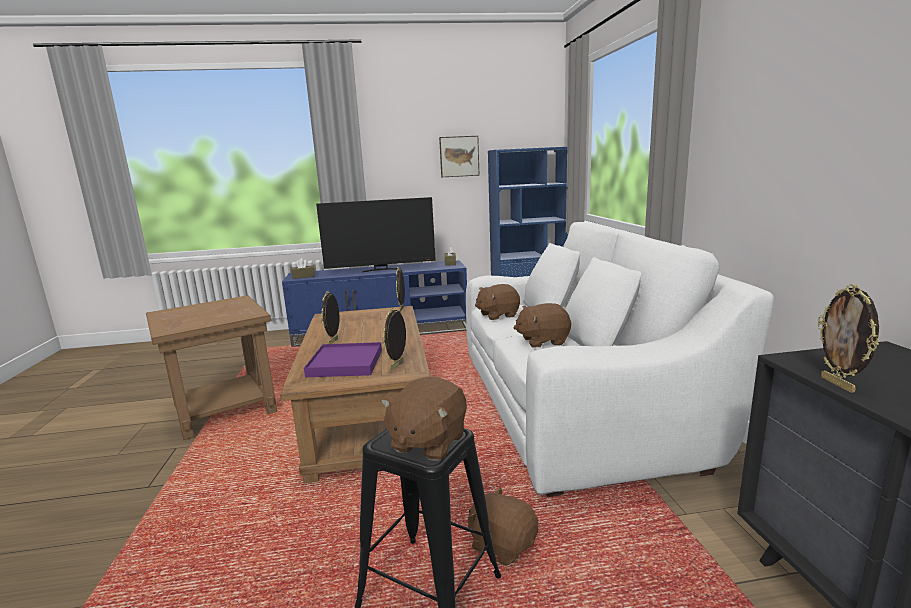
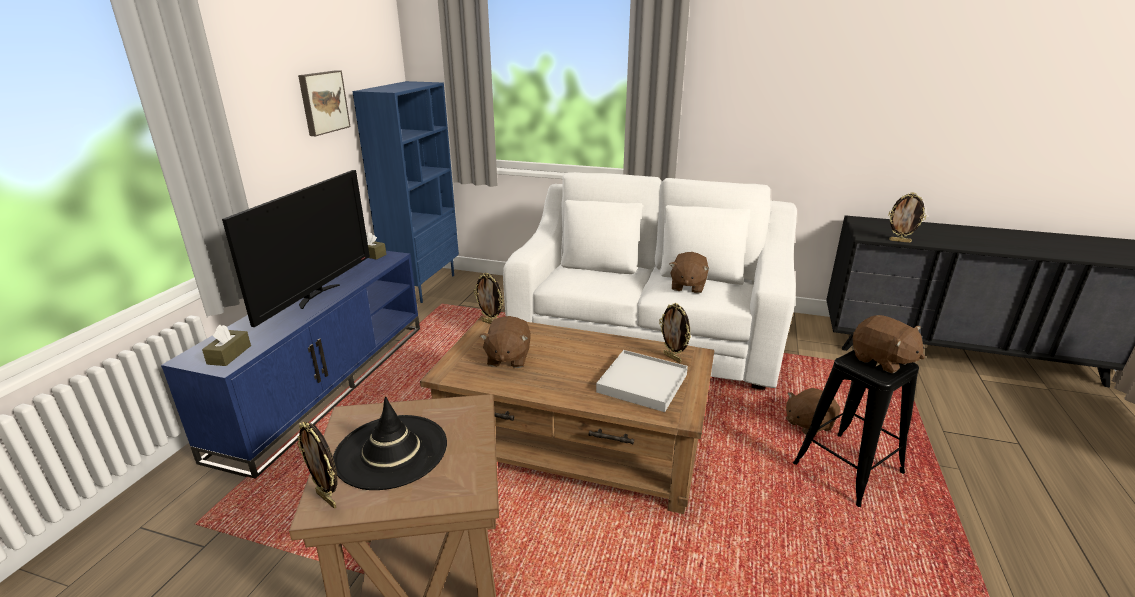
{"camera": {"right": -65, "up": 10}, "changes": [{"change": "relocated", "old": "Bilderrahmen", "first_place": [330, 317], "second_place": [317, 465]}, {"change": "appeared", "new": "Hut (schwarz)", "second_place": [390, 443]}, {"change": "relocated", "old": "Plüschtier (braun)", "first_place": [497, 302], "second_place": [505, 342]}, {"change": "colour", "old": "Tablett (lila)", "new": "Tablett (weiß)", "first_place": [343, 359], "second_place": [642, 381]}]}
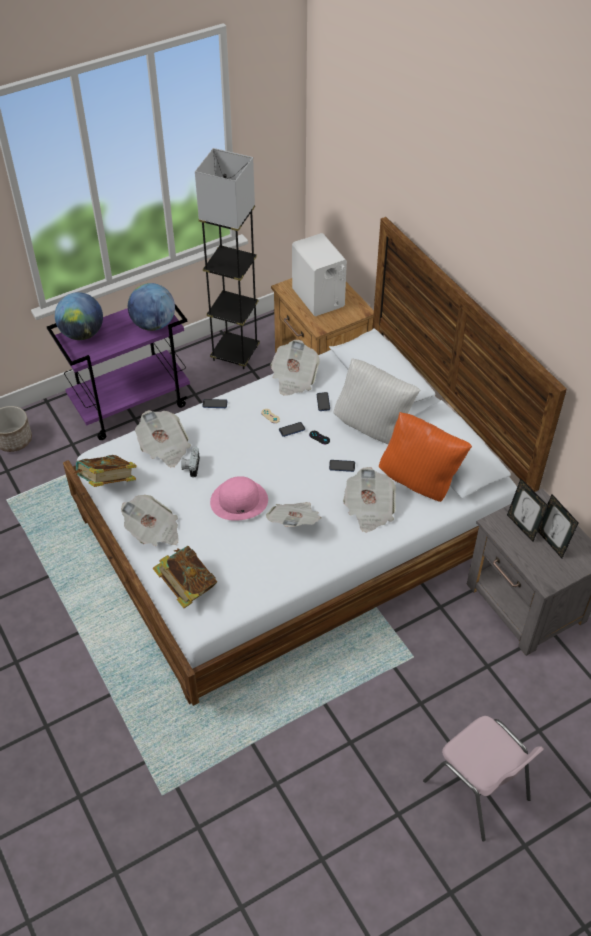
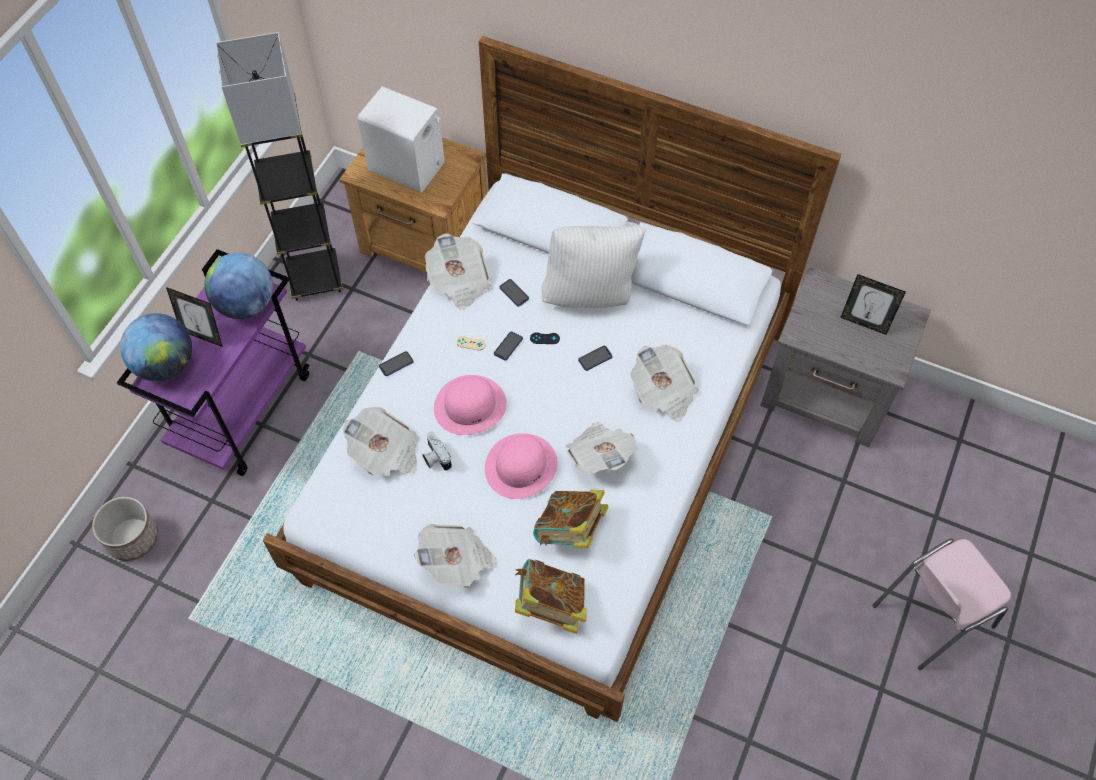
{"camera": {"right": -35, "up": 10}, "changes": [{"change": "relocated", "old": "Bilderrahmen", "first_place": [527, 510], "second_place": [194, 317]}, {"change": "appeared", "new": "Hut (rosa)", "second_place": [470, 405]}, {"change": "relocated", "old": "Buch", "first_place": [105, 471], "second_place": [570, 519]}, {"change": "spun", "old": "Stuhl (rosa)", "first_place": [483, 779], "second_place": [941, 604], "degrees": 135}, {"change": "missing", "old": "Kissen (orange)", "first_place": [425, 457]}]}
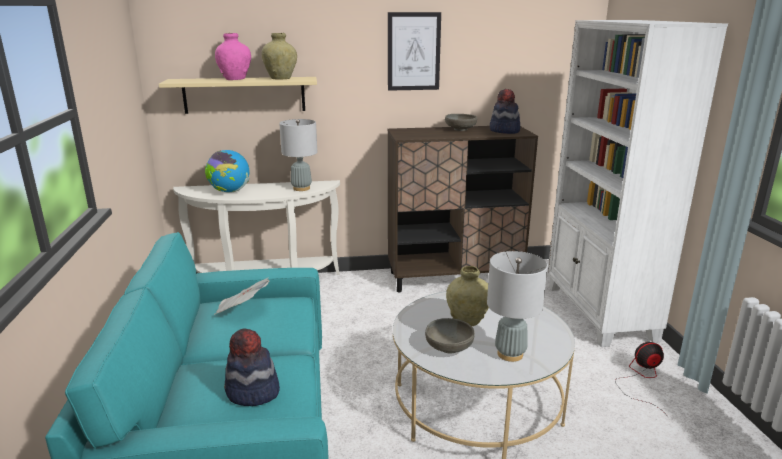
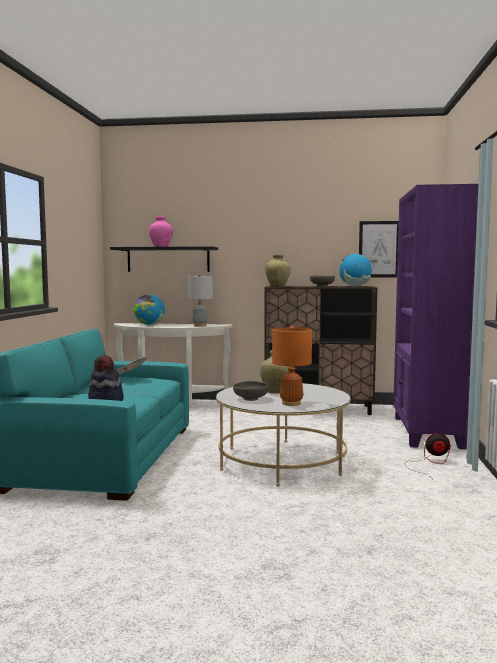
{"camera": {"right": 15, "up": -15}, "changes": [{"change": "colour", "old": "Wandregal (beige)", "new": "Wandregal (schwarz)", "first_place": [238, 95], "second_place": [164, 259]}, {"change": "relocated", "old": "Vase (beige)", "first_place": [279, 56], "second_place": [278, 270]}, {"change": "colour", "old": "Tischlampe (grau)", "new": "Tischlampe (orange)", "first_place": [517, 306], "second_place": [292, 366]}, {"change": "exchanged", "old": "Hut", "new": "Globus", "first_place": [505, 111], "second_place": [355, 270]}, {"change": "relocated", "old": "Bild", "first_place": [414, 51], "second_place": [379, 249]}, {"change": "colour", "old": "Bücherregal (weiß)", "new": "Bücherregal (lila)", "first_place": [637, 183], "second_place": [435, 316]}]}
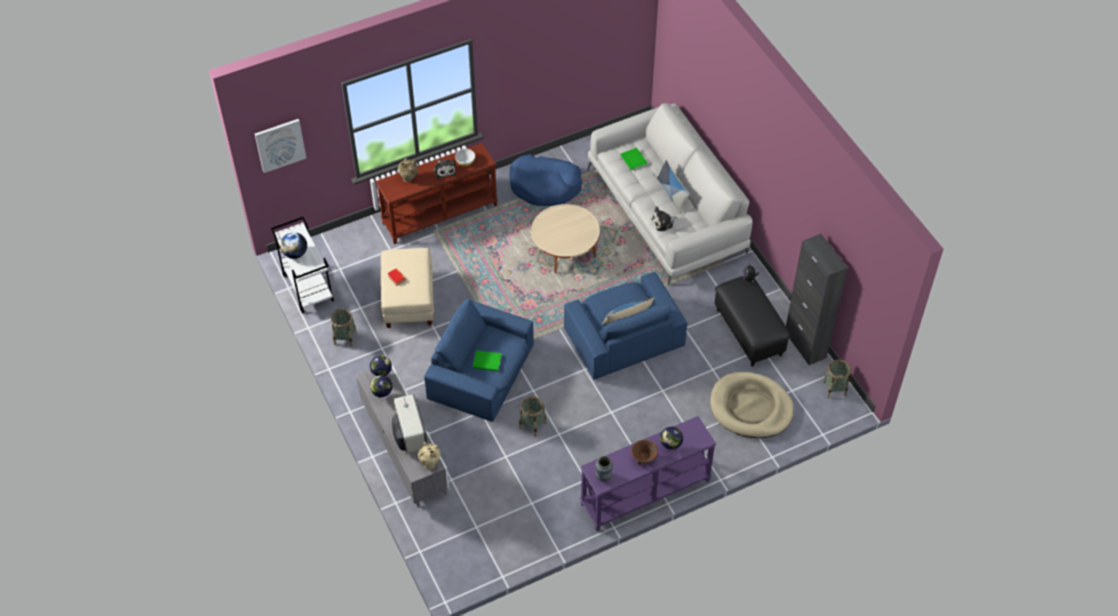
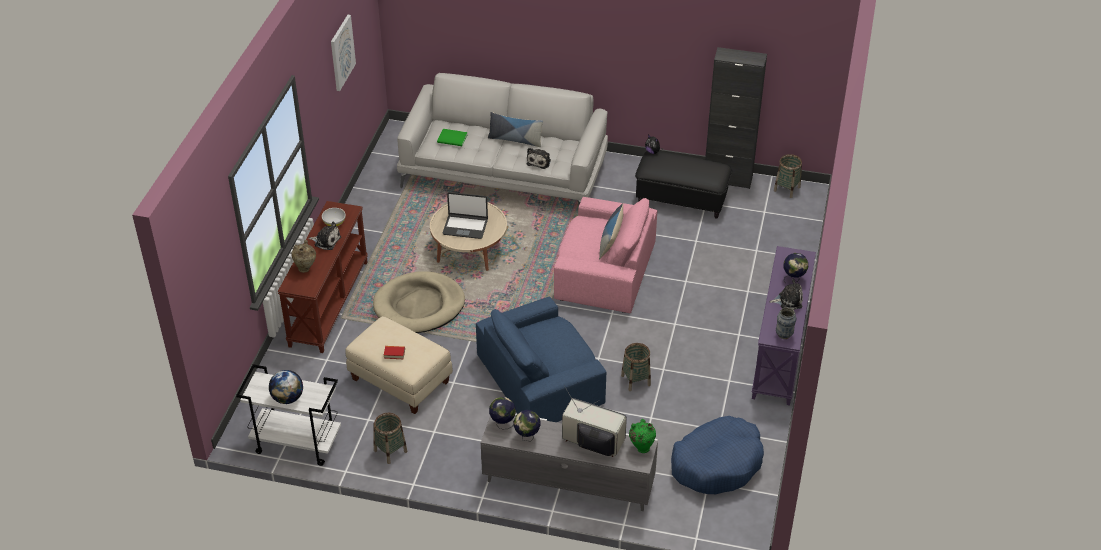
{"camera": {"right": -50, "up": -10}, "changes": [{"change": "relocated", "old": "Bild", "first_place": [280, 146], "second_place": [343, 53]}, {"change": "relocated", "old": "Hundebett (beige)", "first_place": [752, 405], "second_place": [419, 302]}, {"change": "appeared", "new": "Laptop", "second_place": [465, 215]}, {"change": "colour", "old": "Sessel (blau)", "new": "Sessel (rosa)", "first_place": [625, 326], "second_place": [605, 255]}, {"change": "colour", "old": "Vase (beige)", "new": "Vase (grün)", "first_place": [429, 455], "second_place": [642, 436]}, {"change": "relocated", "old": "Hundebett (blau)", "first_place": [545, 180], "second_place": [717, 455]}, {"change": "exchanged", "old": "Schüssel (braun)", "new": "Plüschtier", "first_place": [644, 452], "second_place": [786, 294]}, {"change": "missing", "old": "Buch (grün)", "first_place": [487, 360]}]}
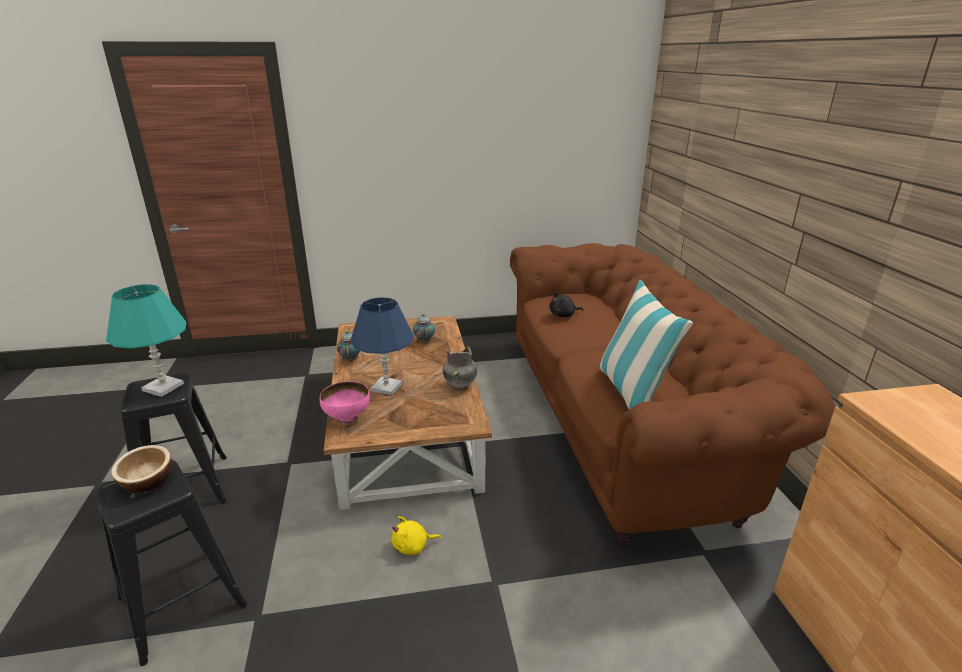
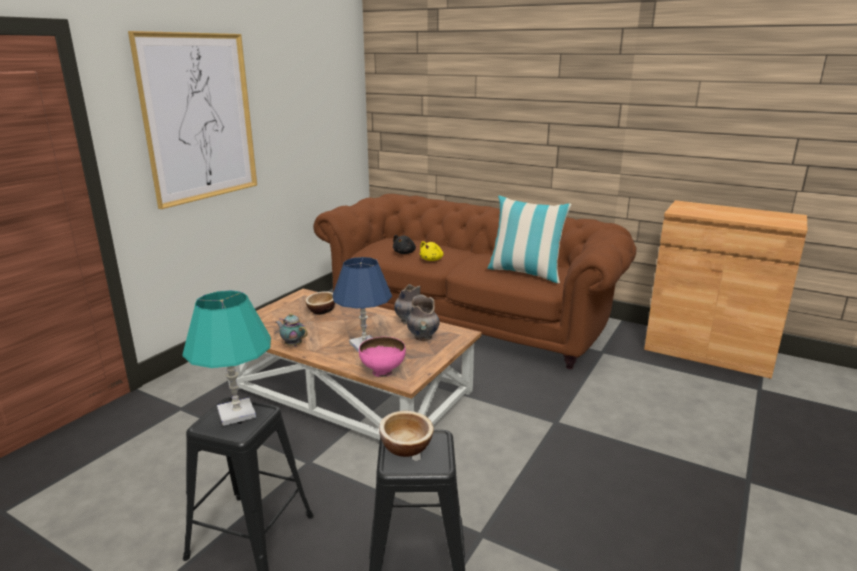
{"camera": {"right": -50, "up": -5}, "changes": [{"change": "appeared", "new": "Bild", "second_place": [192, 120]}, {"change": "exchanged", "old": "Teekanne", "new": "Schüssel", "first_place": [424, 328], "second_place": [320, 302]}, {"change": "appeared", "new": "Vase (grau)", "second_place": [423, 317]}, {"change": "relocated", "old": "Plüschtier (gelb)", "first_place": [417, 535], "second_place": [431, 251]}]}
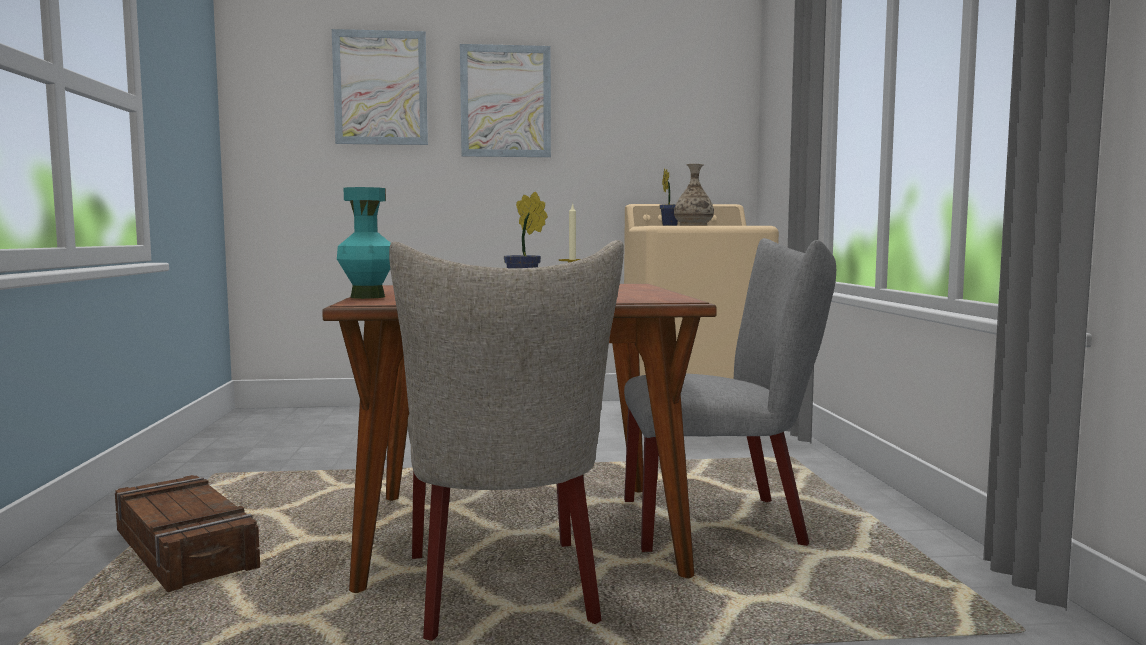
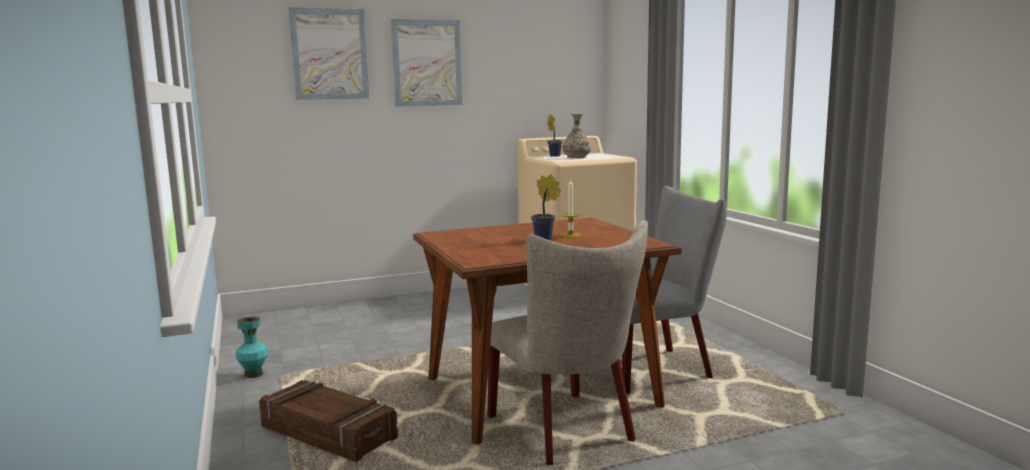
{"camera": {"right": -15, "up": 5}, "changes": [{"change": "relocated", "old": "Vase (türkis)", "first_place": [364, 243], "second_place": [252, 347]}]}
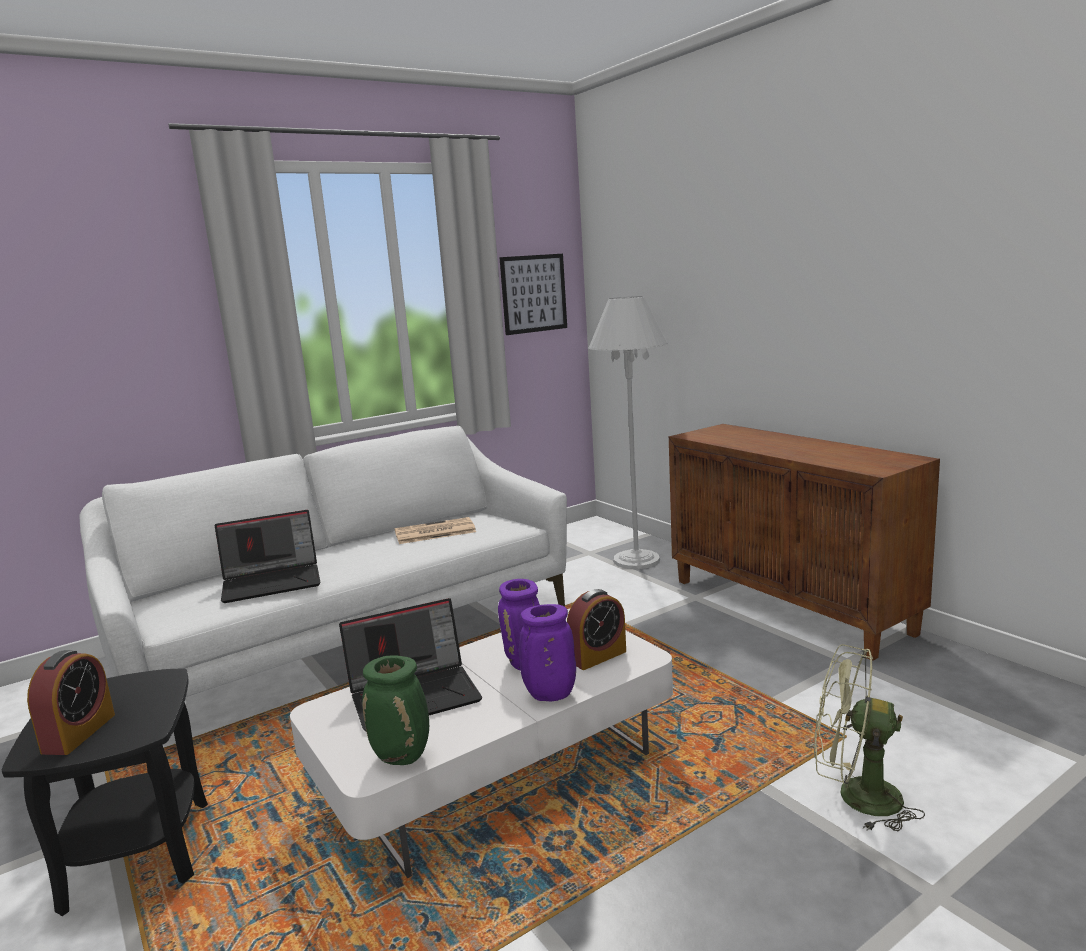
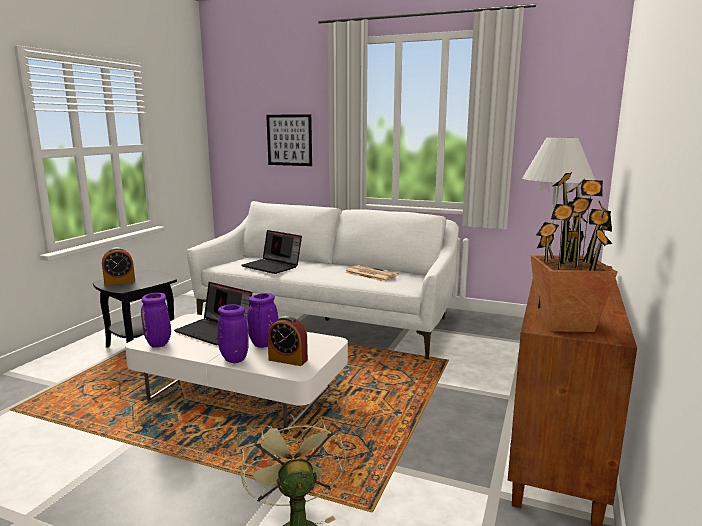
{"camera": {"right": 55, "up": 0}, "changes": [{"change": "colour", "old": "Vase (grün)", "new": "Vase (lila)", "first_place": [395, 710], "second_place": [156, 320]}, {"change": "relocated", "old": "Bild", "first_place": [533, 294], "second_place": [289, 140]}, {"change": "appeared", "new": "Topfpflanze", "second_place": [574, 252]}]}
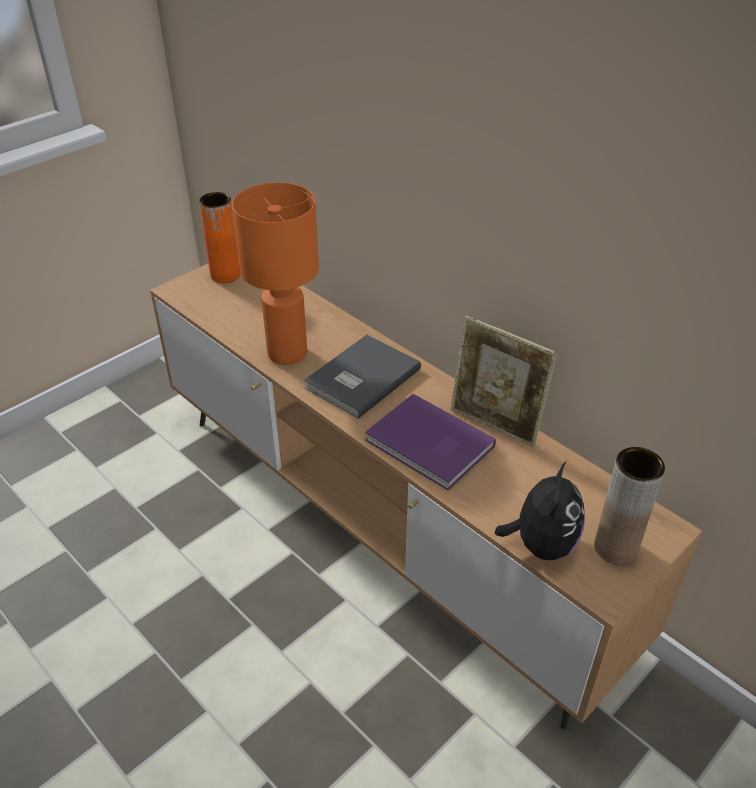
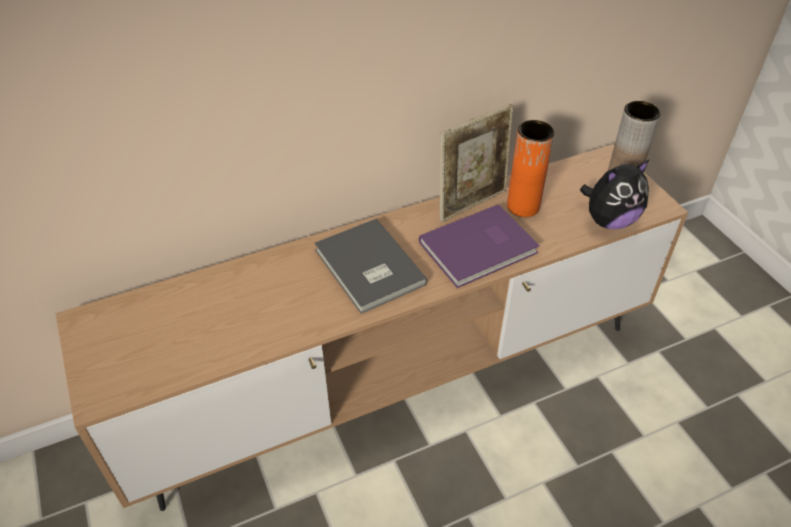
{"camera": {"right": -70, "up": 5}, "changes": [{"change": "relocated", "old": "Vase (orange)", "first_place": [219, 237], "second_place": [530, 168]}, {"change": "spun", "old": "Plüschtier", "first_place": [540, 510], "second_place": [615, 194], "degrees": 120}, {"change": "missing", "old": "Tischlampe (orange)", "first_place": [275, 273]}]}
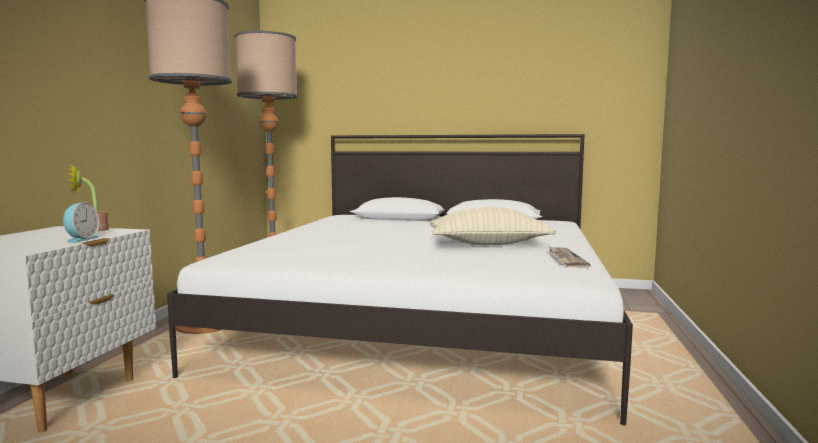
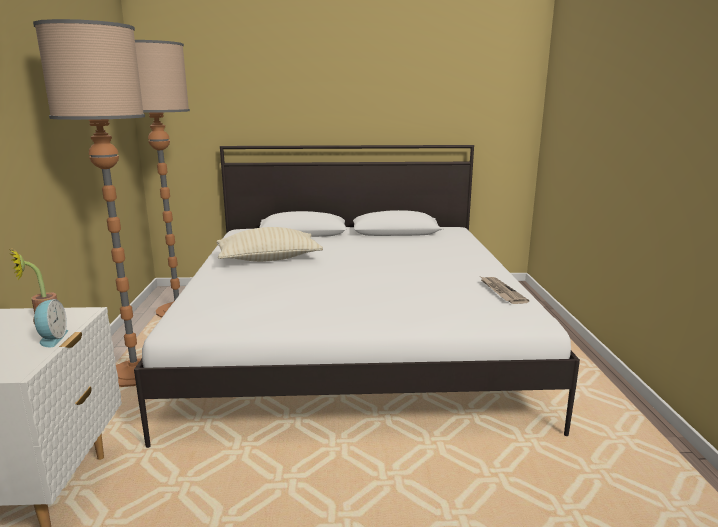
{"camera": {"right": -15, "up": 10}, "changes": [{"change": "relocated", "old": "Kissen (beige)", "first_place": [493, 225], "second_place": [269, 244]}]}
